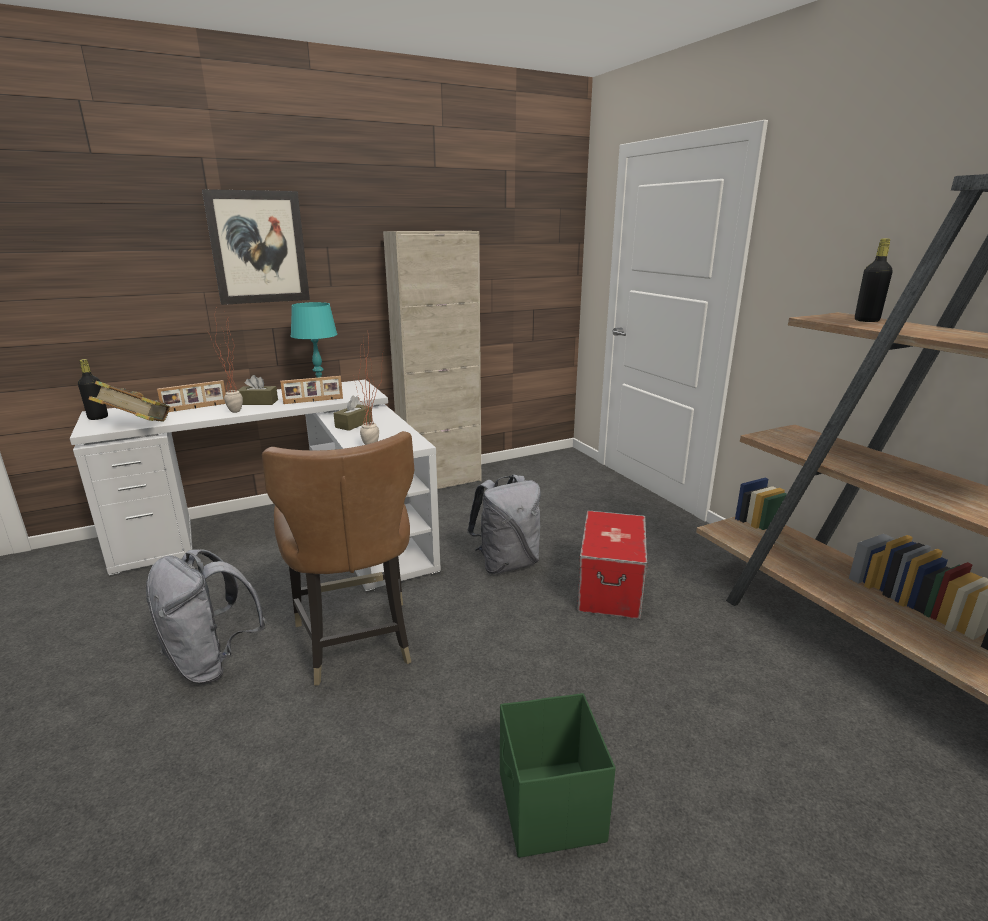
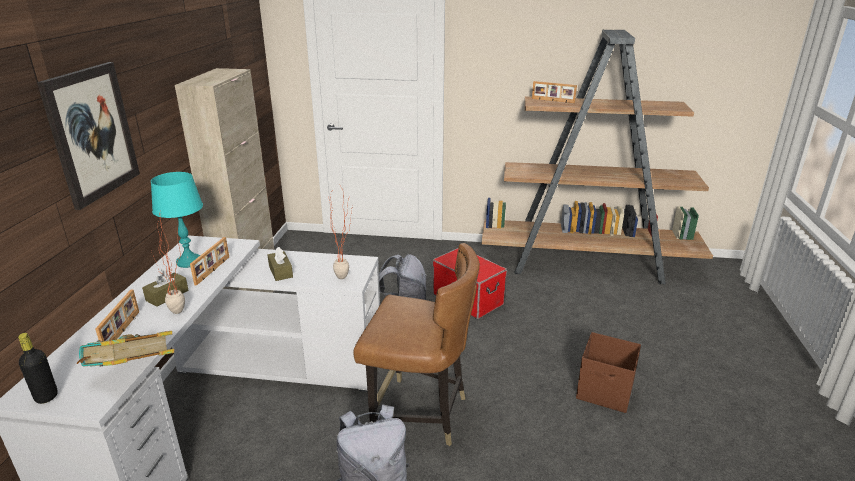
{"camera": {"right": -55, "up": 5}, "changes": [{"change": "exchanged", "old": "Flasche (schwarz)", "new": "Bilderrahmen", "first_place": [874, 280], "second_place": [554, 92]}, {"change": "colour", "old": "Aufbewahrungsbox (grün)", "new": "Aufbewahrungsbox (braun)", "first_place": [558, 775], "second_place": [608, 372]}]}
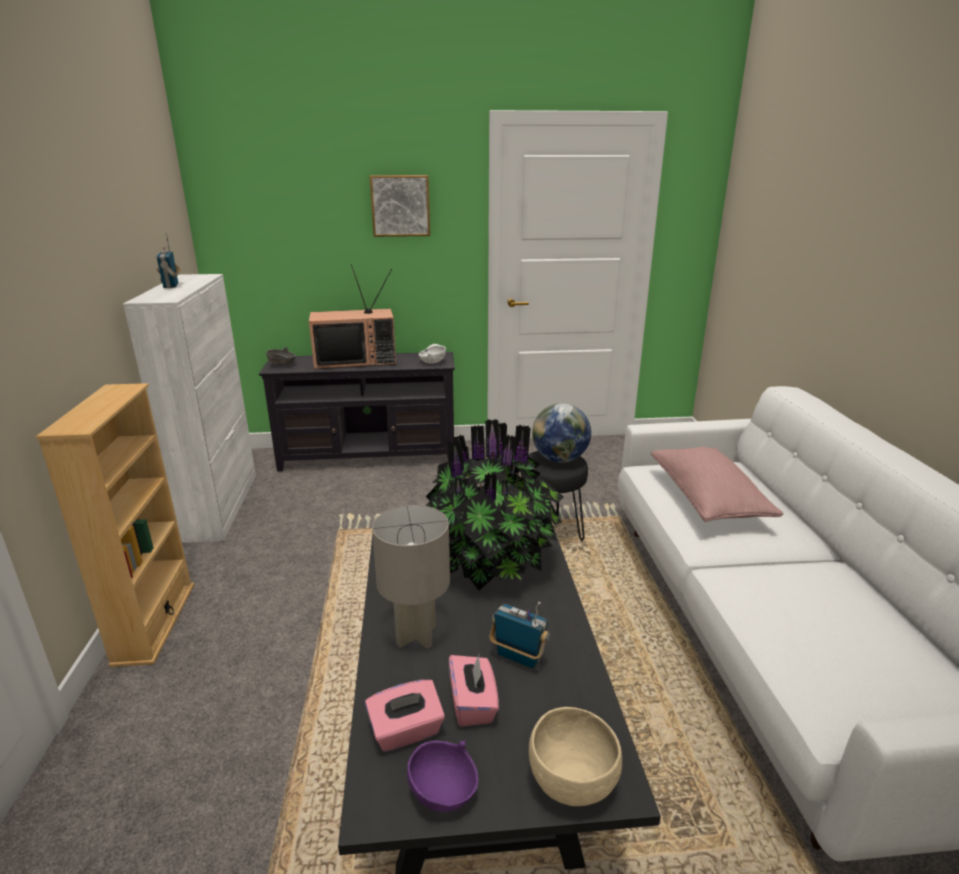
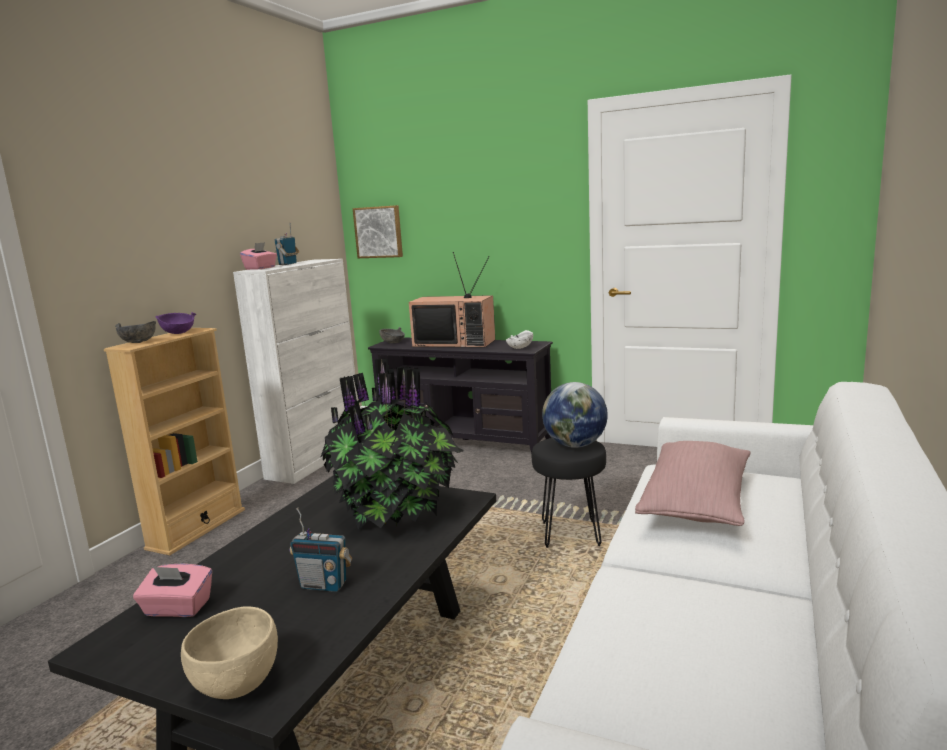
{"camera": {"right": 30, "up": -10}, "changes": [{"change": "appeared", "new": "Schüssel (grau)", "second_place": [135, 332]}, {"change": "relocated", "old": "Schüssel (lila)", "first_place": [442, 776], "second_place": [175, 323]}, {"change": "relocated", "old": "Taschentuchbox (rosa)", "first_place": [474, 691], "second_place": [258, 256]}, {"change": "spun", "old": "Radio", "first_place": [519, 635], "second_place": [321, 550], "degrees": 135}, {"change": "relocated", "old": "Bild", "first_place": [400, 206], "second_place": [378, 231]}, {"change": "missing", "old": "Tischlampe (grau)", "first_place": [411, 577]}]}
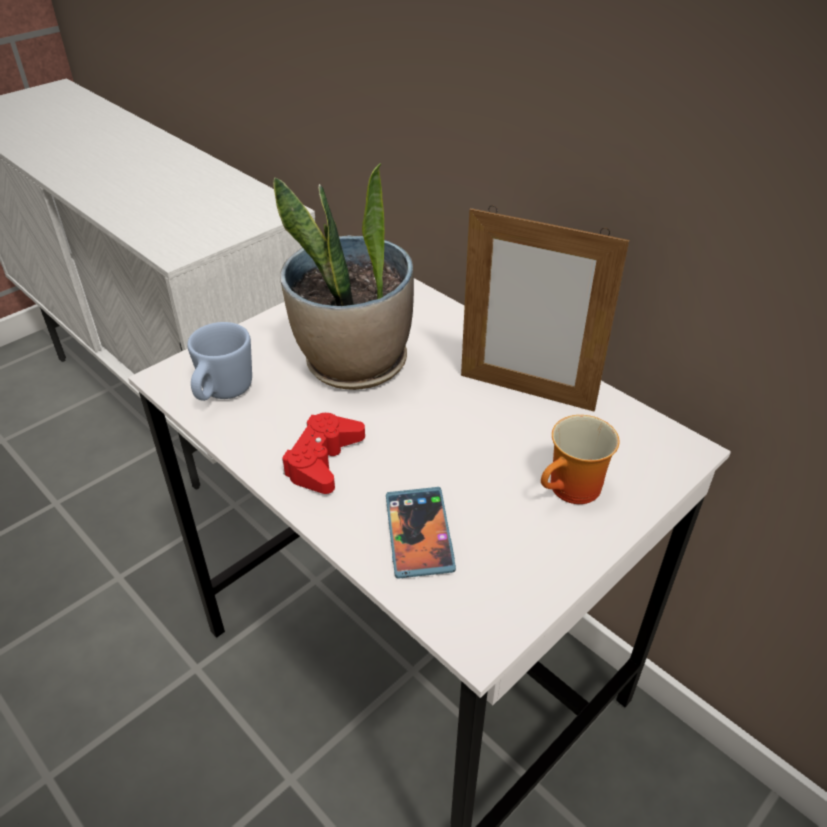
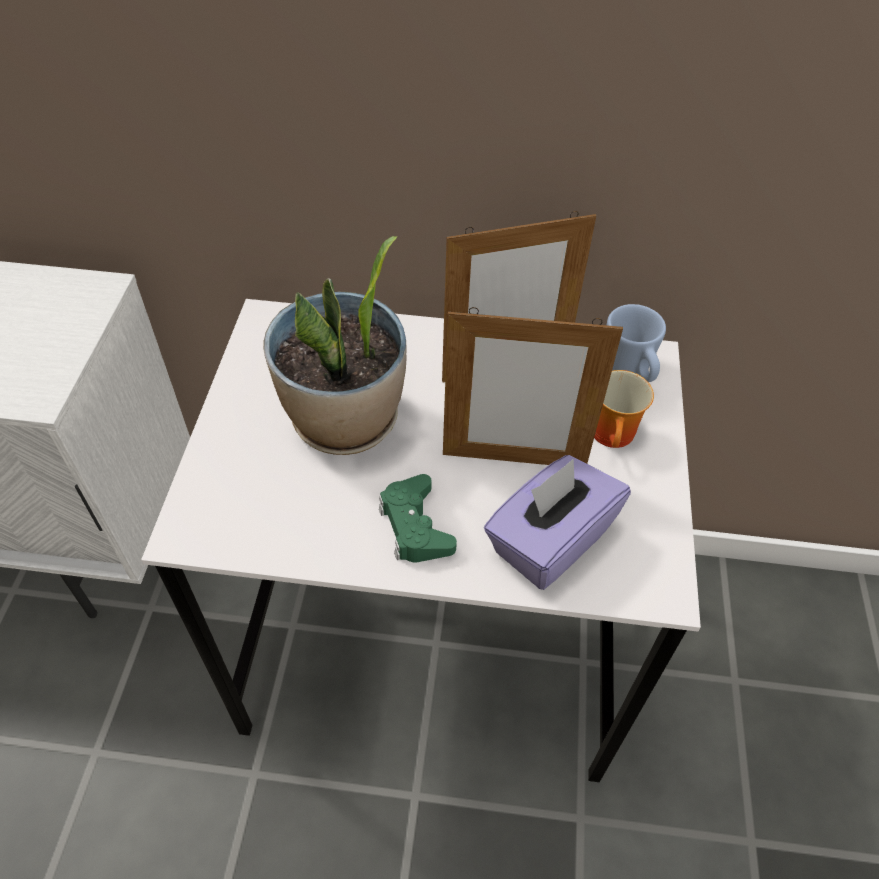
{"camera": {"right": -40, "up": 10}, "changes": [{"change": "colour", "old": "Gamepad (rot)", "new": "Gamepad (grün)", "first_place": [323, 453], "second_place": [418, 518]}, {"change": "appeared", "new": "Bilderrahmen", "second_place": [533, 386]}, {"change": "exchanged", "old": "Handy", "new": "Taschentuchbox (lila)", "first_place": [421, 533], "second_place": [557, 522]}, {"change": "relocated", "old": "Henkelbecher (blau)", "first_place": [219, 361], "second_place": [636, 343]}]}
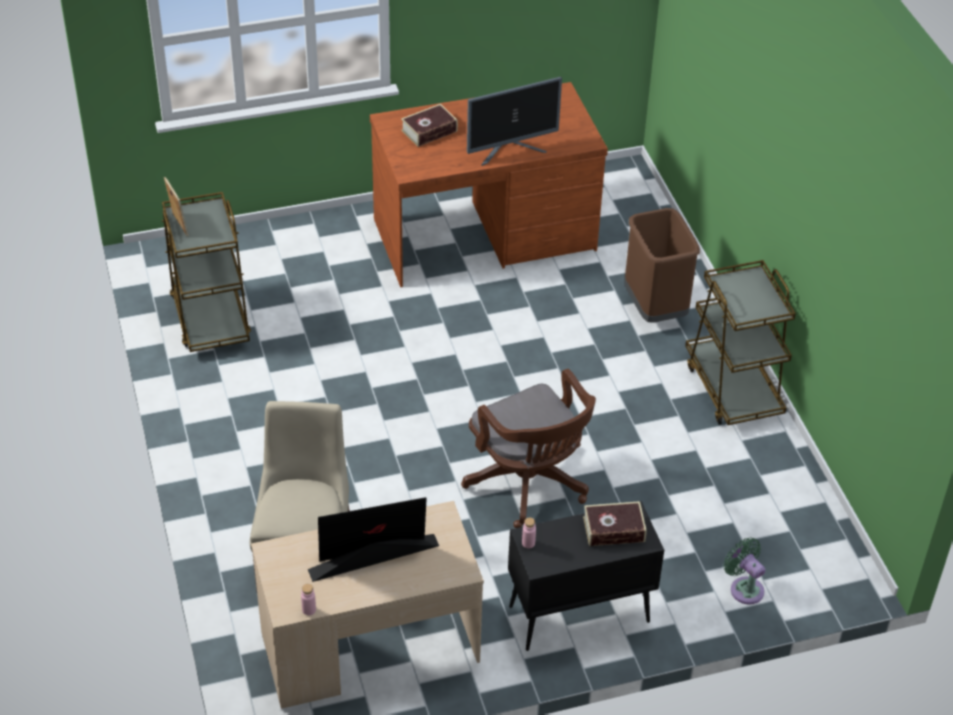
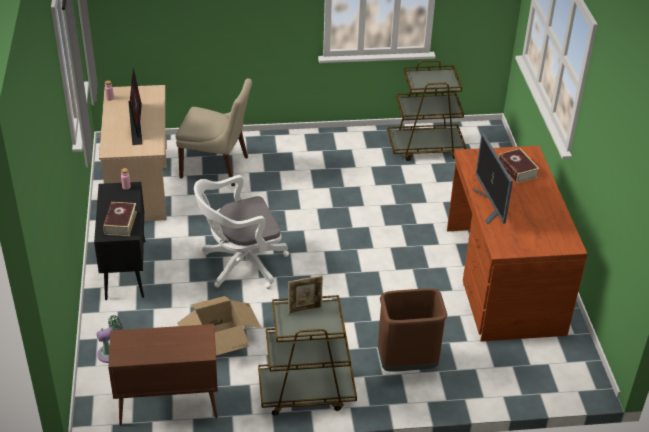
{"camera": {"right": 100, "up": -5}, "changes": [{"change": "appeared", "new": "Schrank (braun)", "second_place": [163, 374]}, {"change": "appeared", "new": "Karton", "second_place": [219, 326]}, {"change": "colour", "old": "Bürostuhl (braun)", "new": "Bürostuhl (weiß)", "first_place": [528, 448], "second_place": [241, 232]}, {"change": "relocated", "old": "Bilderrahmen", "first_place": [176, 207], "second_place": [305, 294]}]}
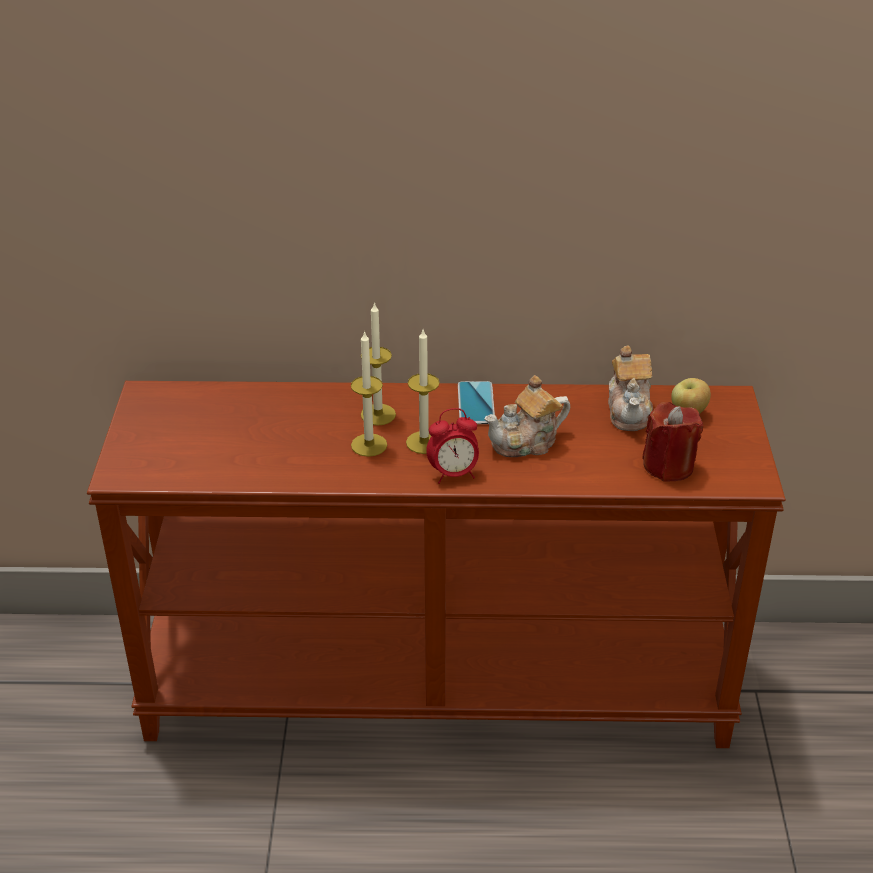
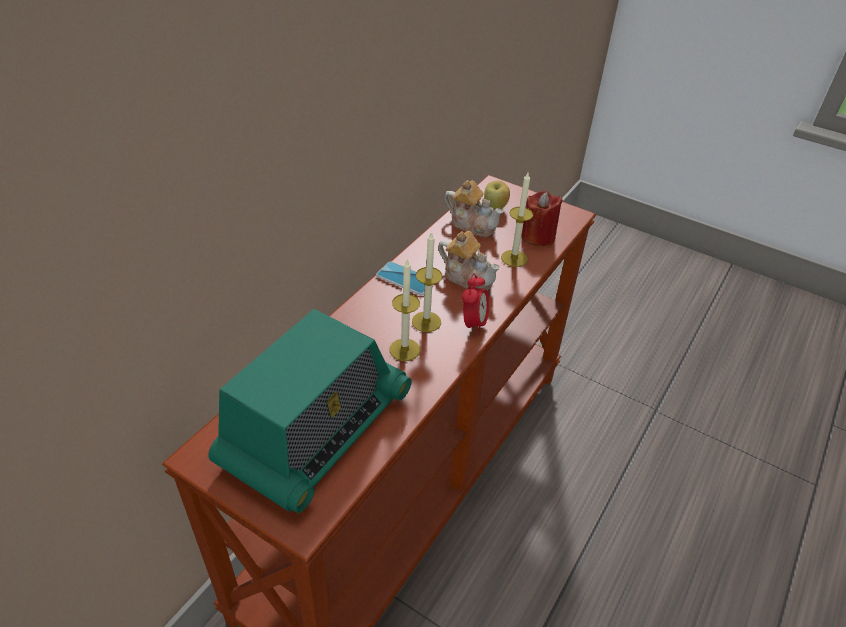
{"camera": {"right": -60, "up": 5}, "changes": [{"change": "appeared", "new": "Radio", "second_place": [310, 411]}, {"change": "spun", "old": "Teekanne", "first_place": [527, 416], "second_place": [469, 261], "degrees": -60}, {"change": "relocated", "old": "Kerze", "first_place": [378, 364], "second_place": [517, 220]}]}
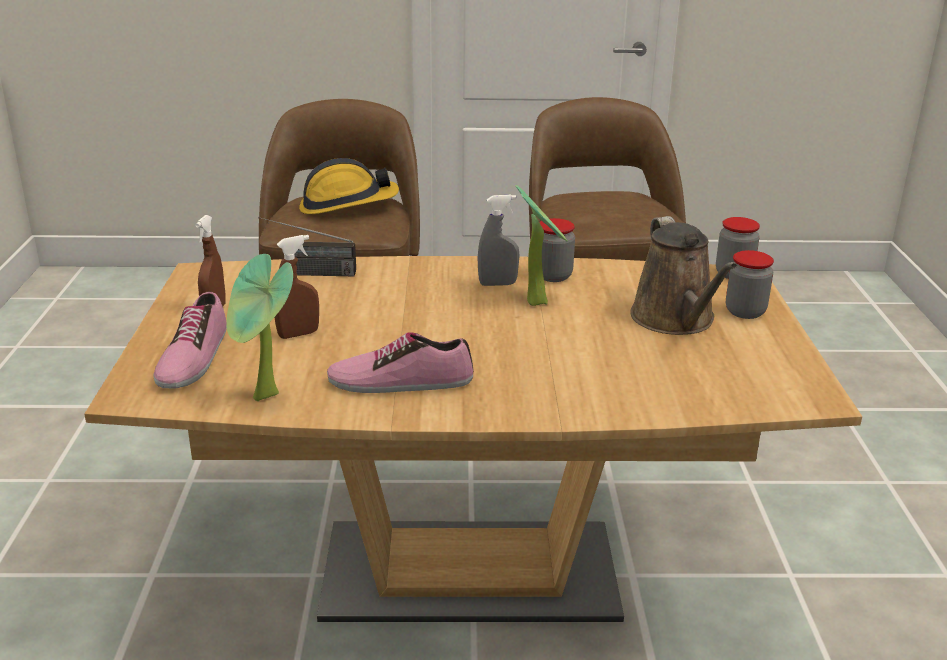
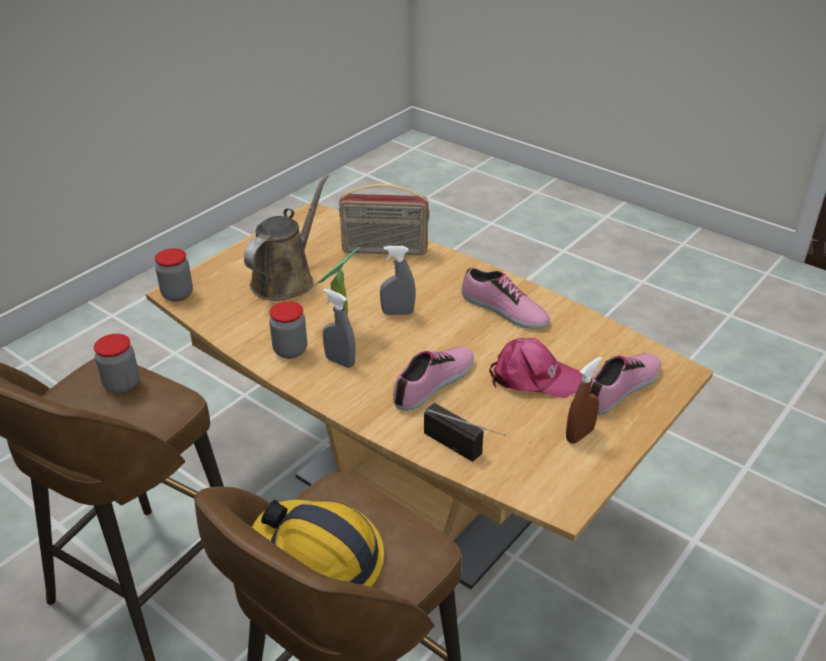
{"camera": {"right": -140, "up": 10}, "changes": [{"change": "relocated", "old": "Vorratsglas", "first_place": [750, 284], "second_place": [116, 364]}, {"change": "appeared", "new": "Radio", "second_place": [384, 219]}, {"change": "appeared", "new": "Sprühflasche (grau)", "second_place": [397, 280]}, {"change": "appeared", "new": "Schuh", "second_place": [433, 378]}, {"change": "exchanged", "old": "Sprühflasche (braun)", "new": "Kappe (rosa)", "first_place": [296, 287], "second_place": [535, 368]}, {"change": "missing", "old": "Topfpflanze", "first_place": [259, 327]}]}
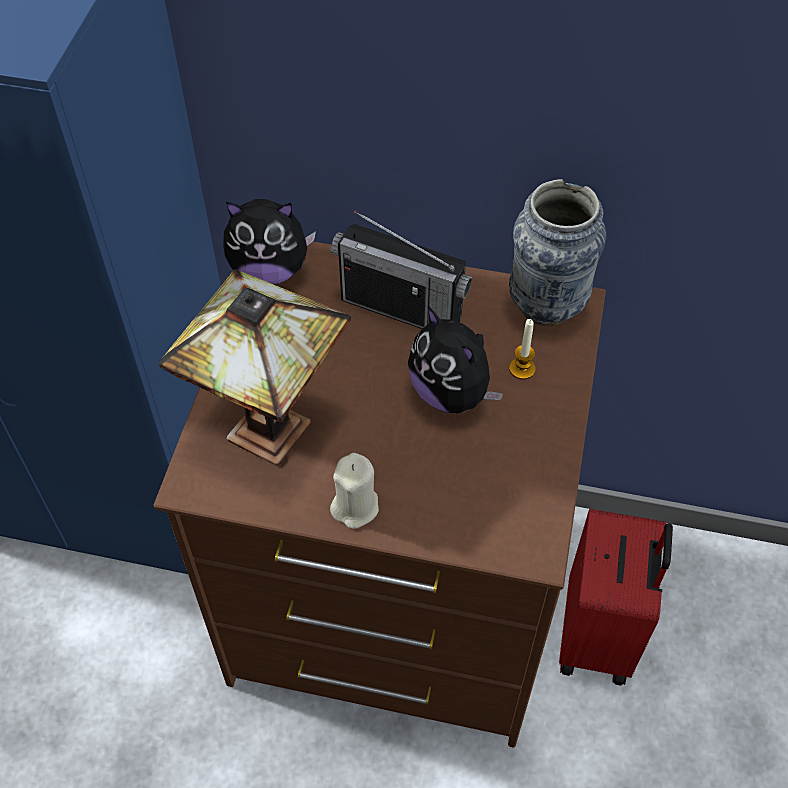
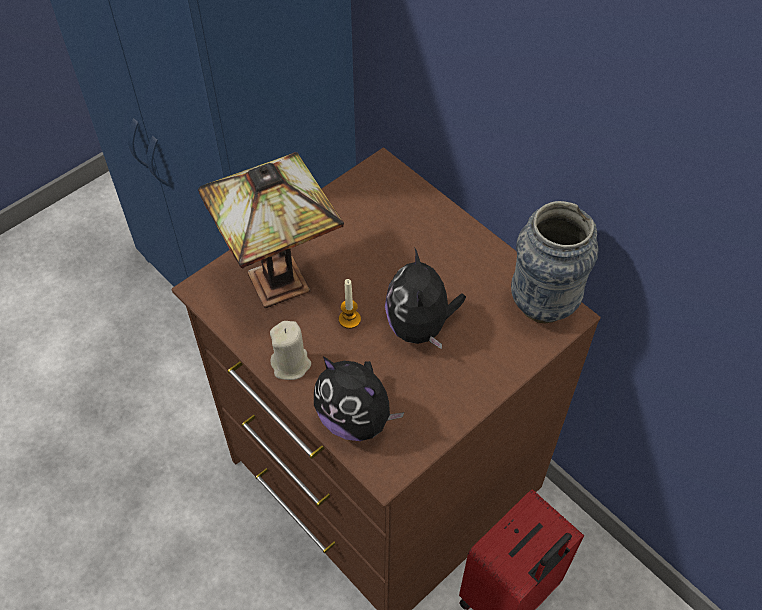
{"camera": {"right": 35, "up": 0}, "changes": [{"change": "relocated", "old": "Plüschtier", "first_place": [269, 241], "second_place": [359, 399]}, {"change": "relocated", "old": "Kerze", "first_place": [522, 349], "second_place": [350, 304]}, {"change": "missing", "old": "Radio", "first_place": [401, 269]}]}
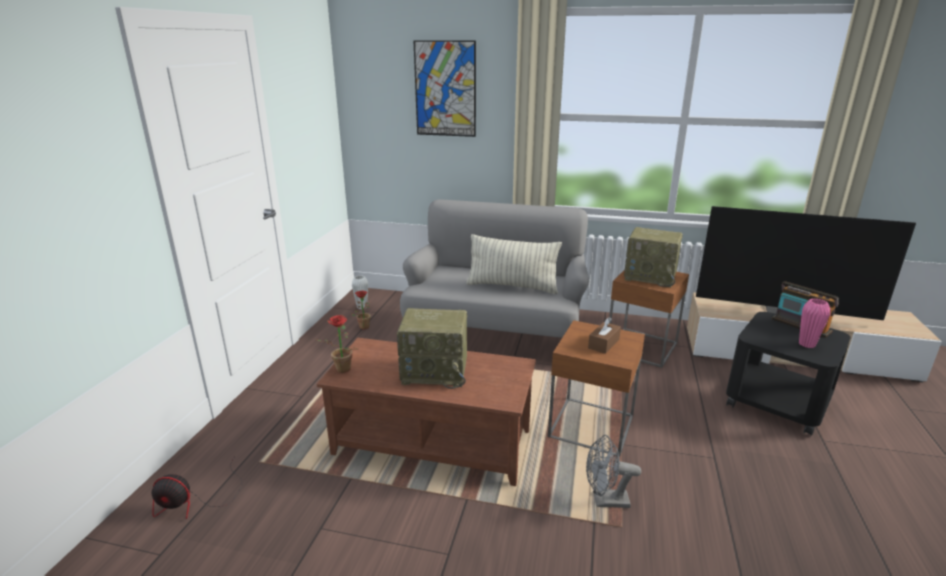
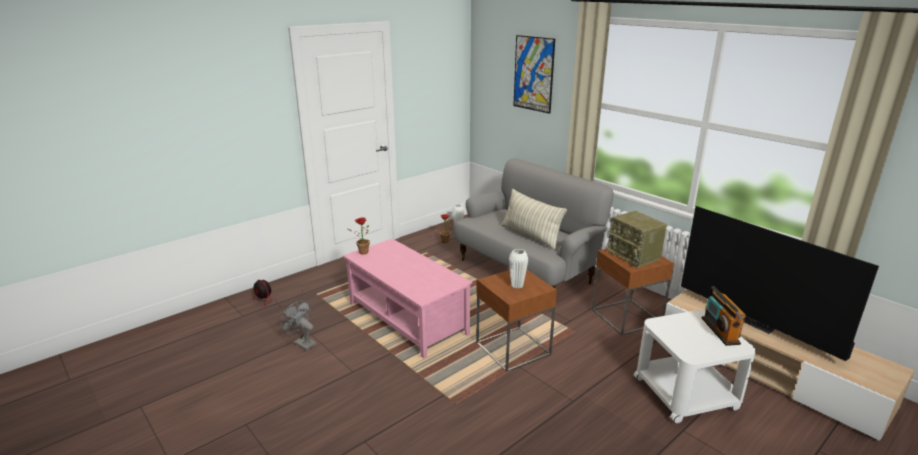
{"camera": {"right": 35, "up": 0}, "changes": [{"change": "relocated", "old": "Ventilator (grau)", "first_place": [613, 471], "second_place": [298, 325]}, {"change": "colour", "old": "Couchtisch (braun)", "new": "Couchtisch (rosa)", "first_place": [426, 412], "second_place": [408, 298]}, {"change": "exchanged", "old": "Taschentuchbox (braun)", "new": "Vase (weiß)", "first_place": [604, 335], "second_place": [518, 268]}, {"change": "colour", "old": "Beistelltisch (schwarz)", "new": "Beistelltisch (weiß)", "first_place": [788, 374], "second_place": [695, 367]}, {"change": "missing", "old": "Radio", "first_place": [432, 348]}, {"change": "missing", "old": "Vase (rosa)", "first_place": [814, 323]}]}
